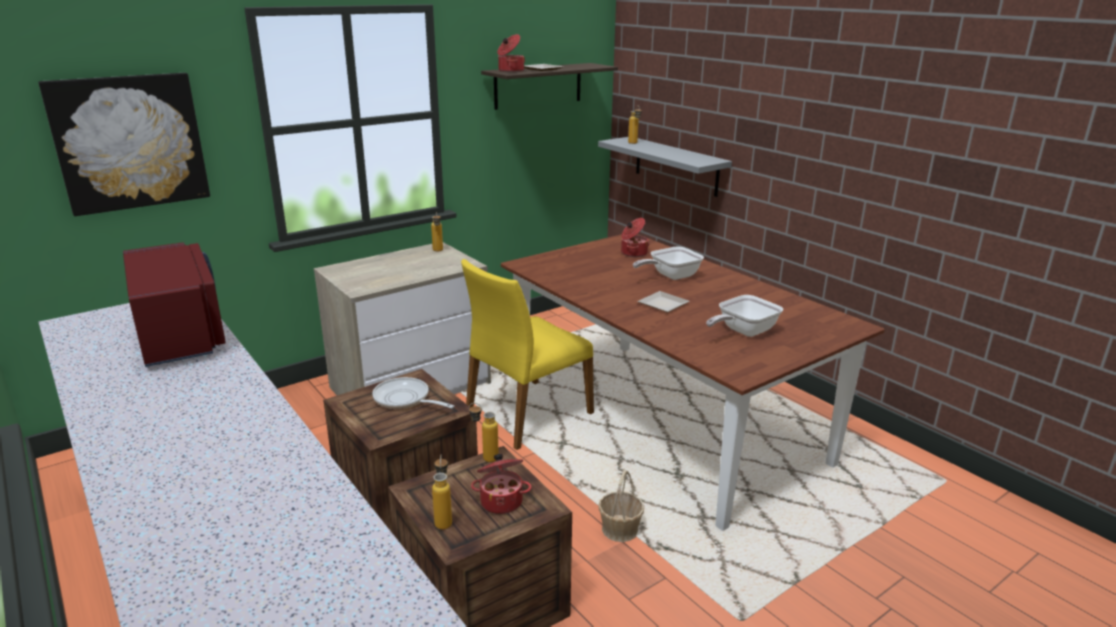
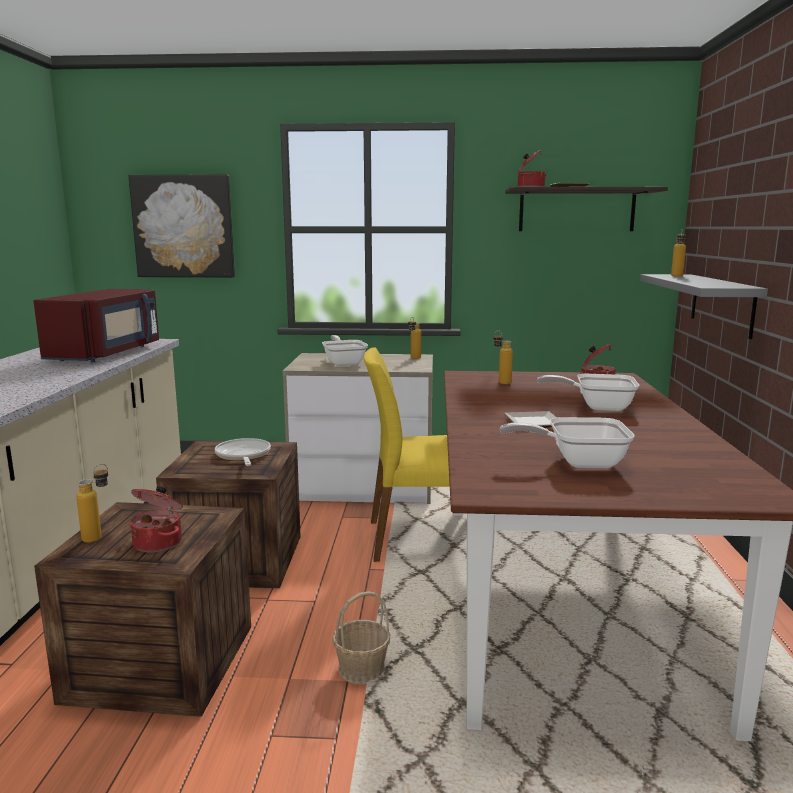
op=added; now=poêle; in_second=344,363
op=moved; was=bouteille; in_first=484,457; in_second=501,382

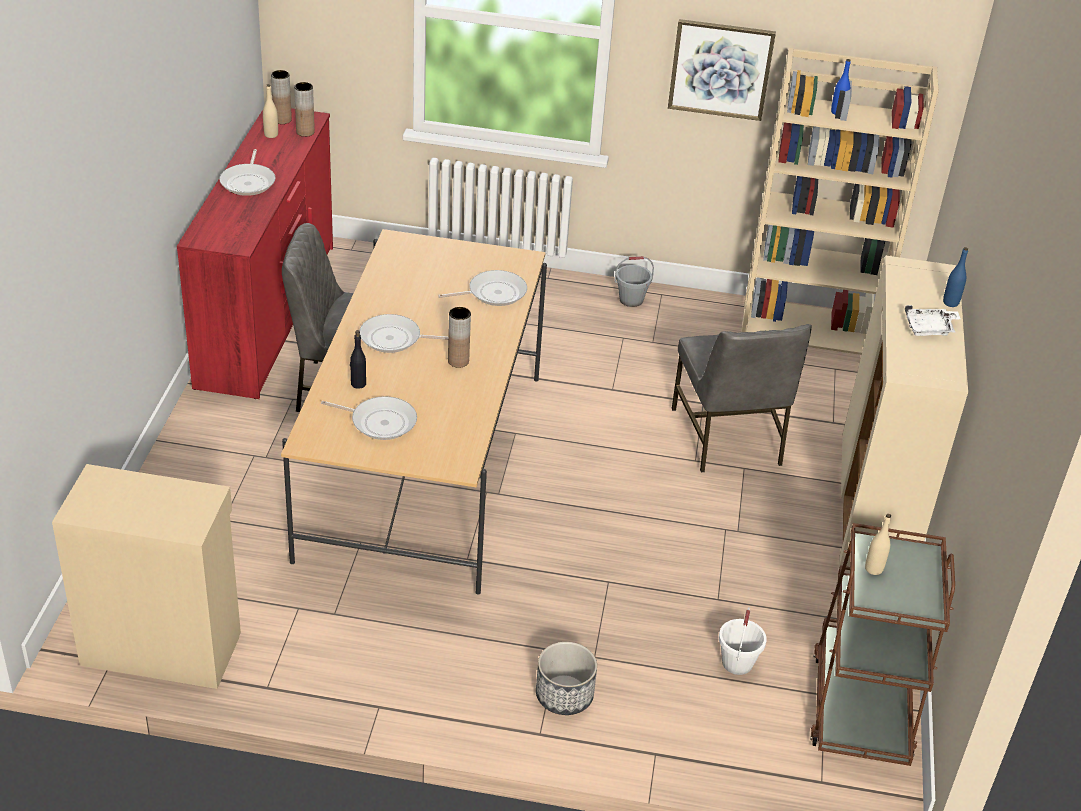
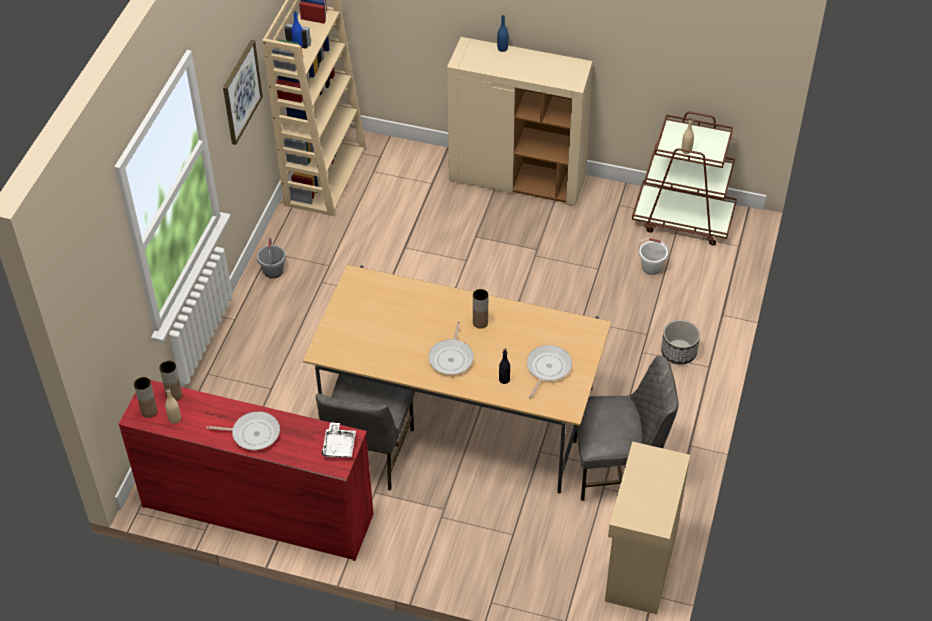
op=moved; was=plateau/blanc; in_first=929,328; in_second=339,445
op=moved; was=chaise/gris; in_first=728,438; in_second=618,468
op=removed; was=poêle; in_first=493,293

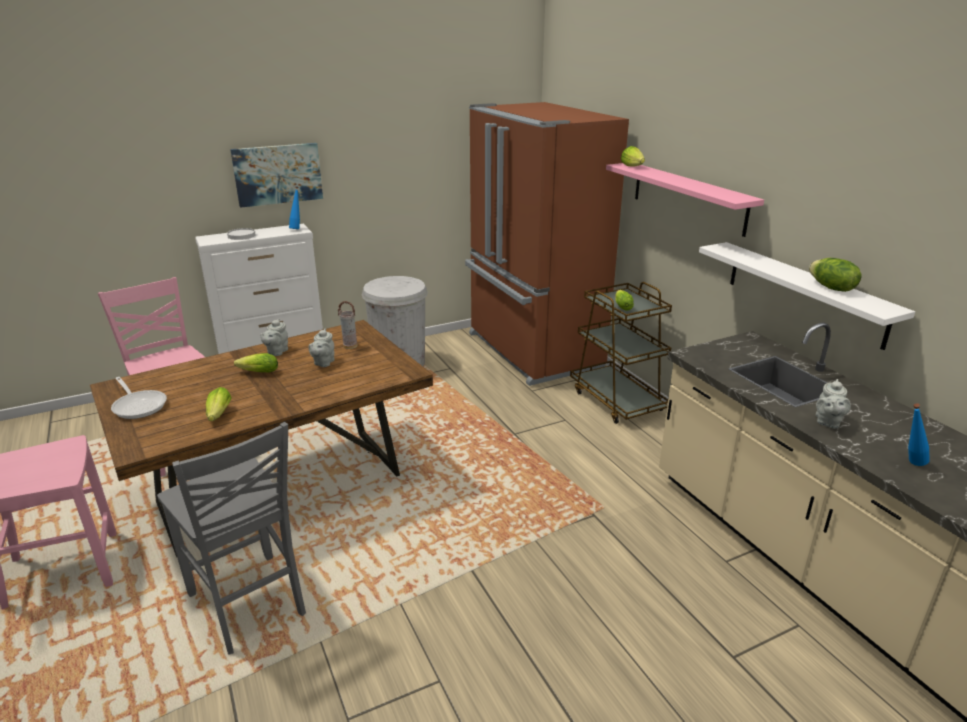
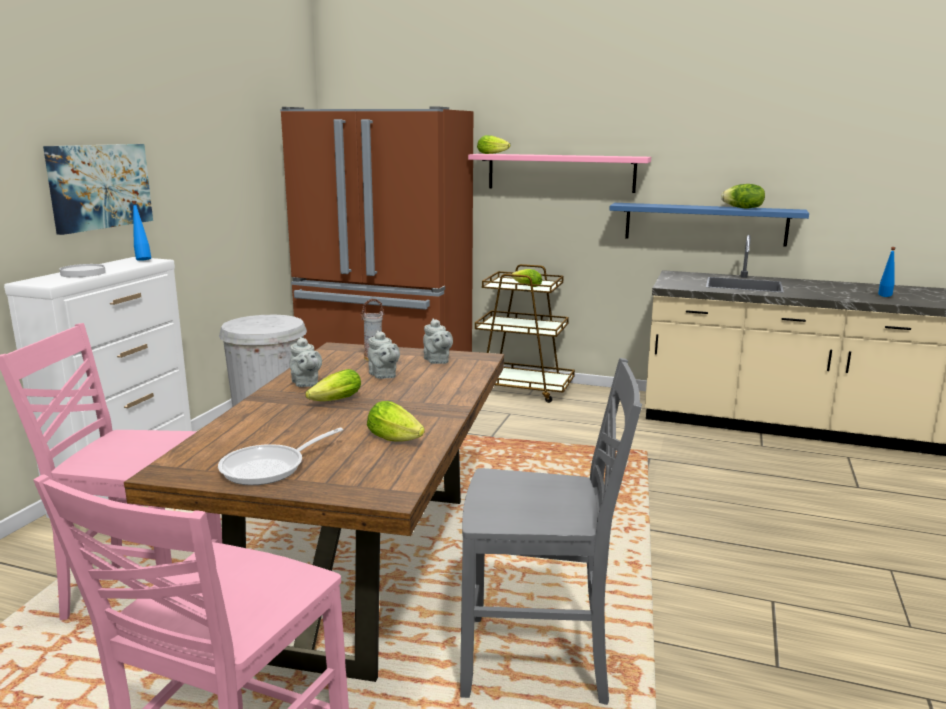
op=turned; was=poêle; in_first=139,405; in_second=270,468; clockwise=135
op=moved; was=théière/gris; in_first=827,422; in_second=437,361
op=recoloured; was=étagère/blanc; now=étagère/bleu; in_first=804,292; in_second=705,224

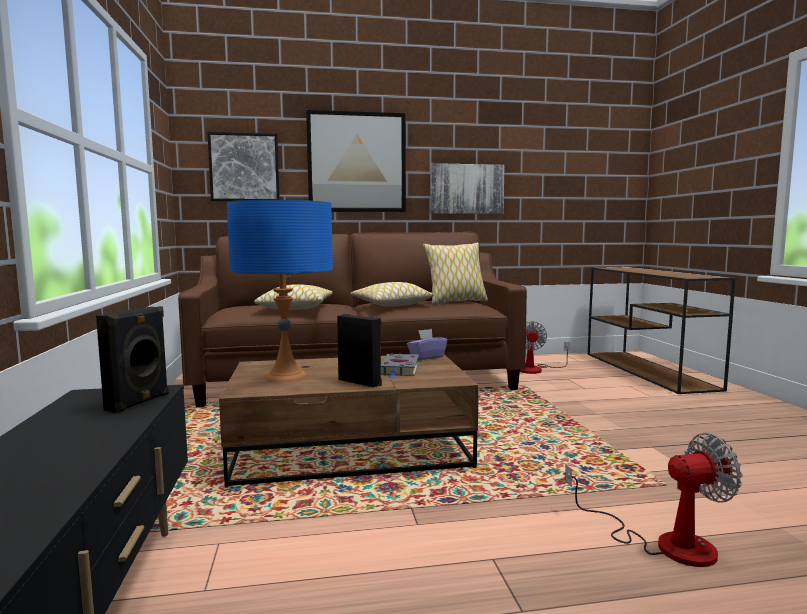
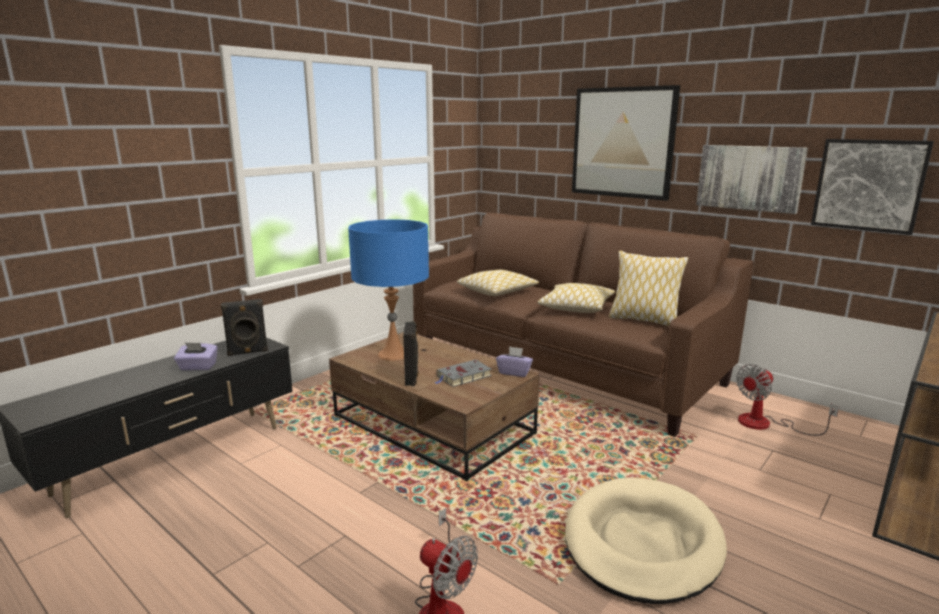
op=added; now=boîte à mouchoirs/violet; in_second=198,367
op=added; now=panier pour chien/beige; in_second=642,543
op=moved; was=tableau; in_first=244,167; in_second=868,185

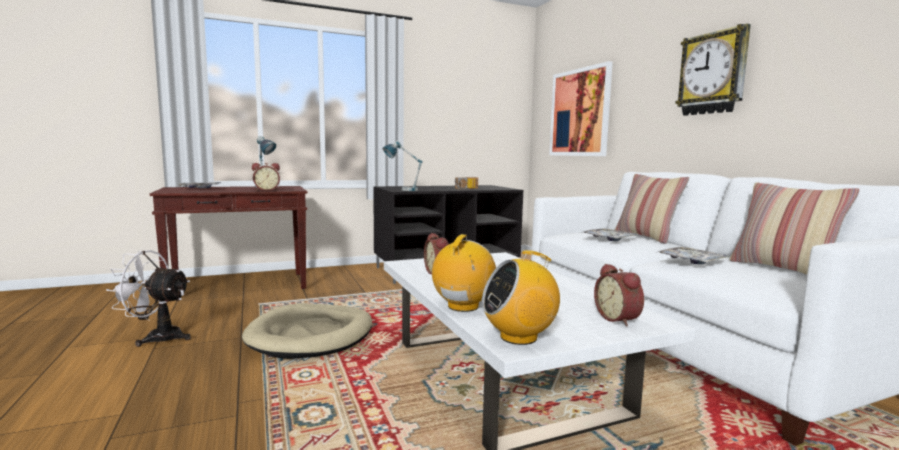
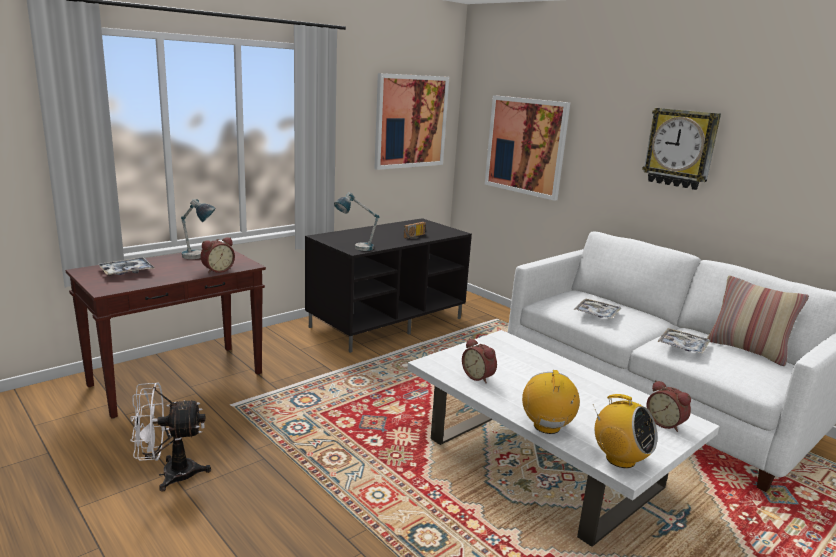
op=added; now=tableau; in_second=411,121
op=turned; was=radio; in_first=519,337; in_second=619,459; clockwise=-105
op=removed; was=panier pour chien/beige; in_first=311,335
op=removed; was=coussin; in_first=646,237

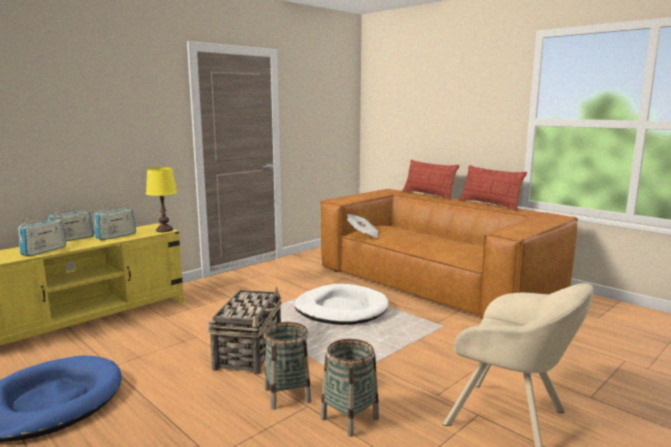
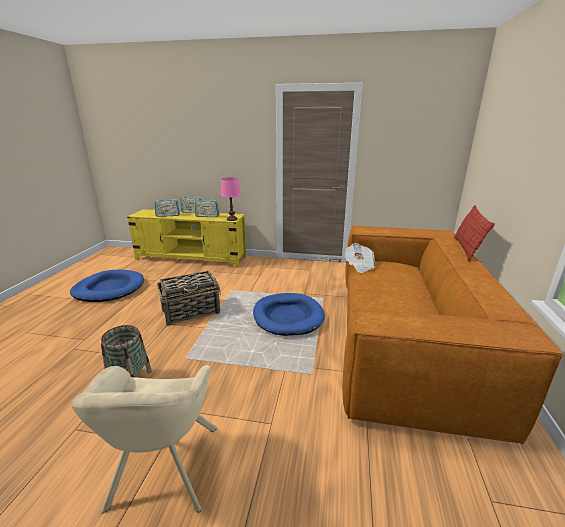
op=recoloured; was=lampe de table/jaune; now=lampe de table/rose; in_first=165,230; in_second=232,219
op=recoloured; was=panier pour chien/blanc; now=panier pour chien/bleu; in_first=341,309; in_second=288,316
op=removed; was=panier; in_first=287,395
op=removed; was=coussin; in_first=489,204

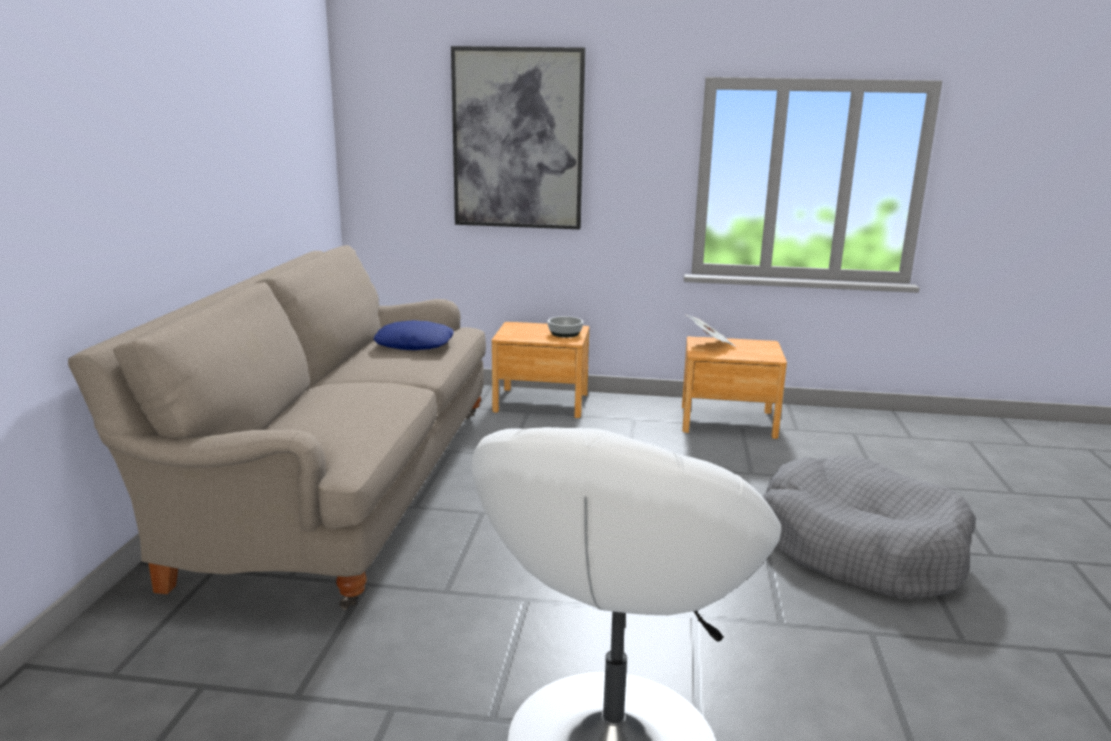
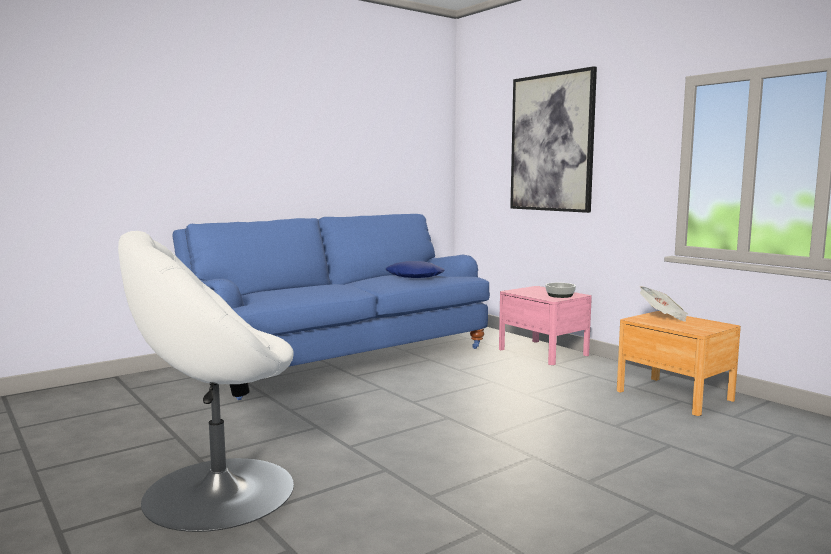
op=recoloured; was=canapé/beige; now=canapé/bleu; in_first=340,486; in_second=341,358
op=recoloured; was=table de chevet/marron; now=table de chevet/rose; in_first=541,402; in_second=543,352
op=removed; was=panier pour chien/gris; in_first=859,547

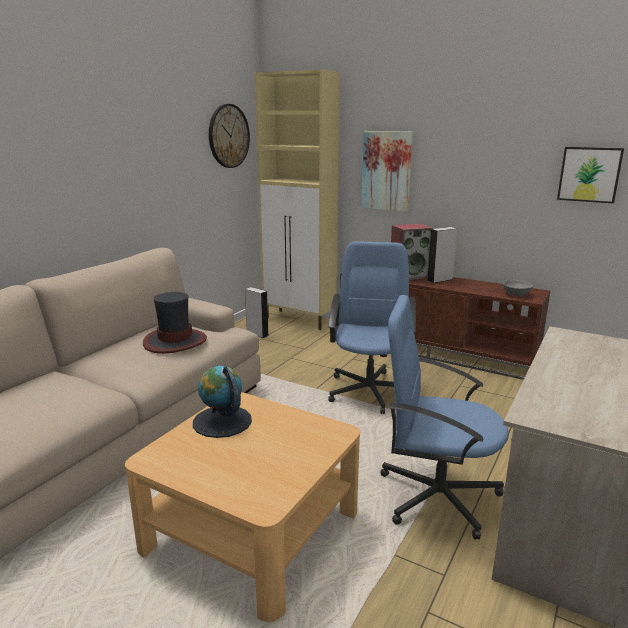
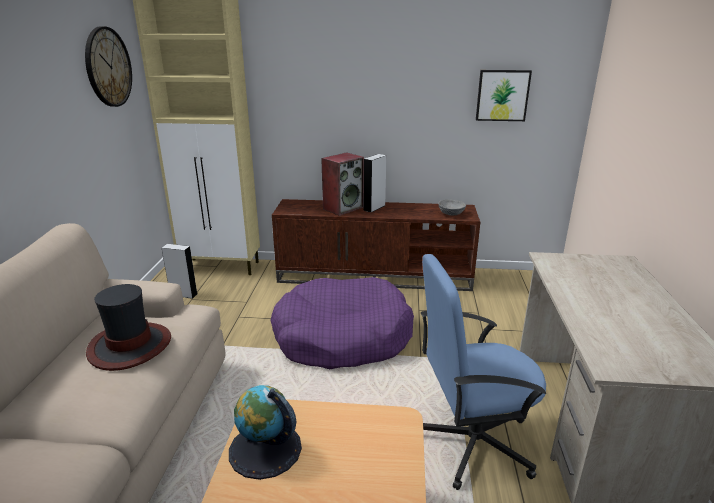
op=replaced; was=chaise de bureau/bleu; now=panier pour chien/violet; in_first=370,390; in_second=342,337
op=removed; was=tableau; in_first=386,171

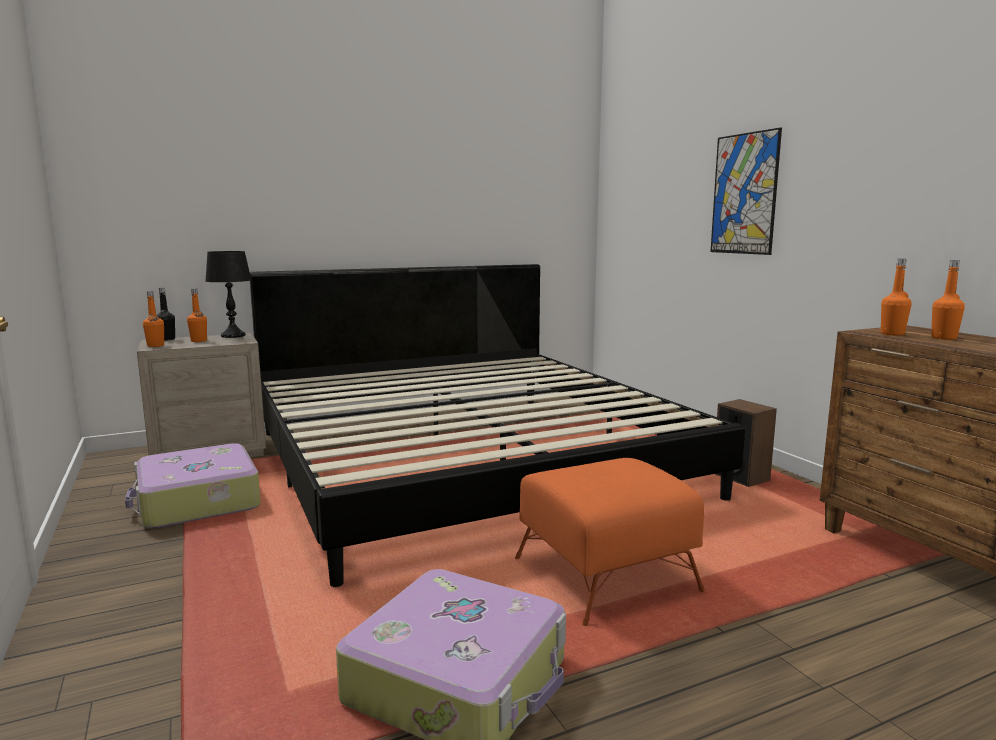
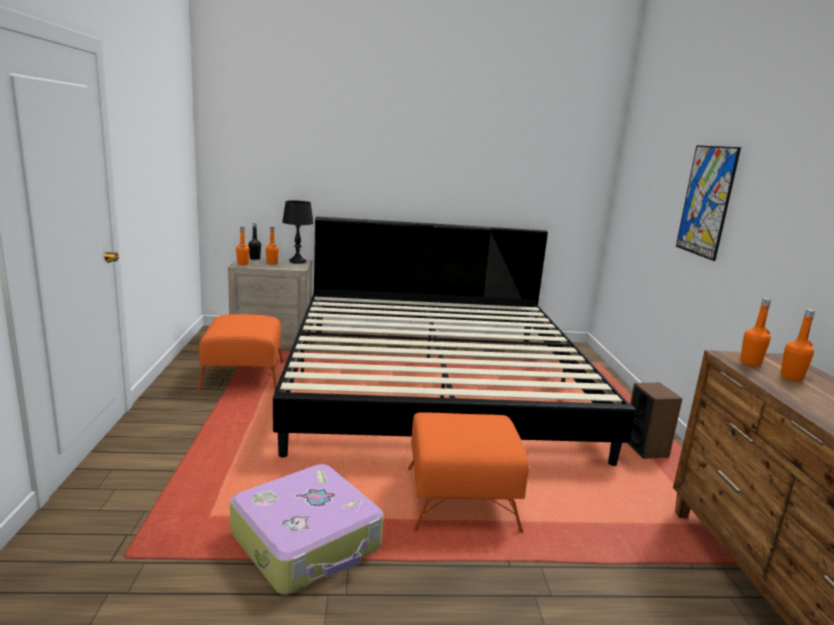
op=replaced; was=valise; now=pouf/orange; in_first=197,502; in_second=242,376

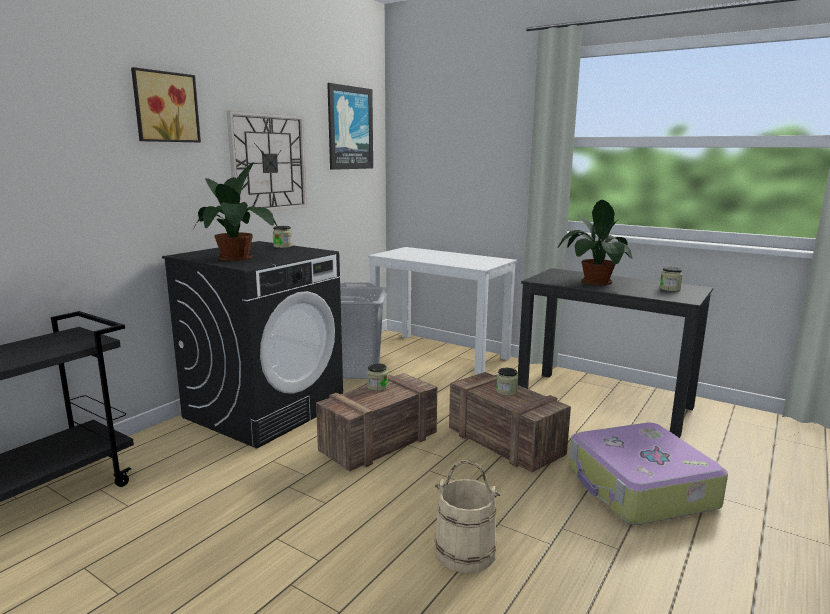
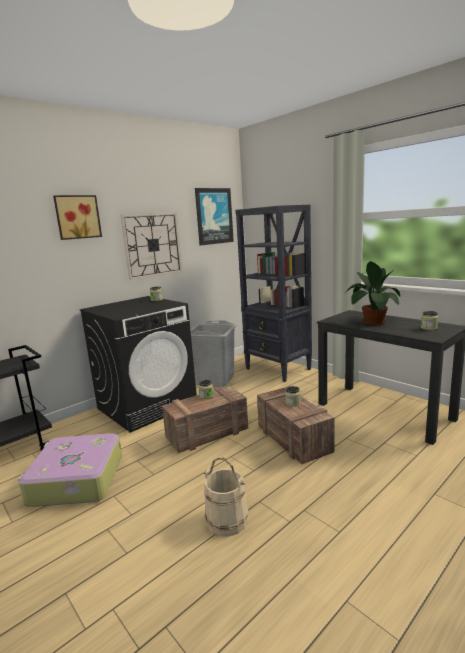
op=moved; was=valise; in_first=639,489; in_second=76,480
op=replaced; was=bureau/blanc; now=bibliothèque/noir; in_first=440,354; in_second=278,369
op=removed; was=plante en pot; in_first=237,258

